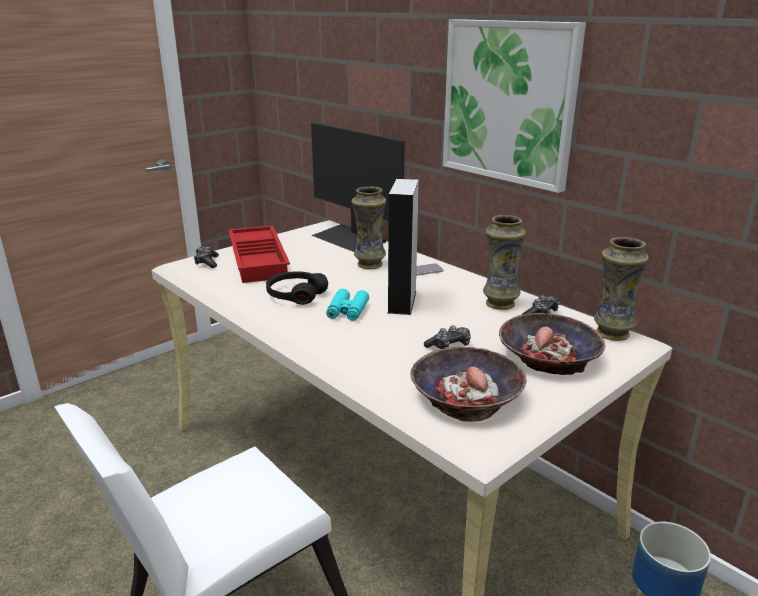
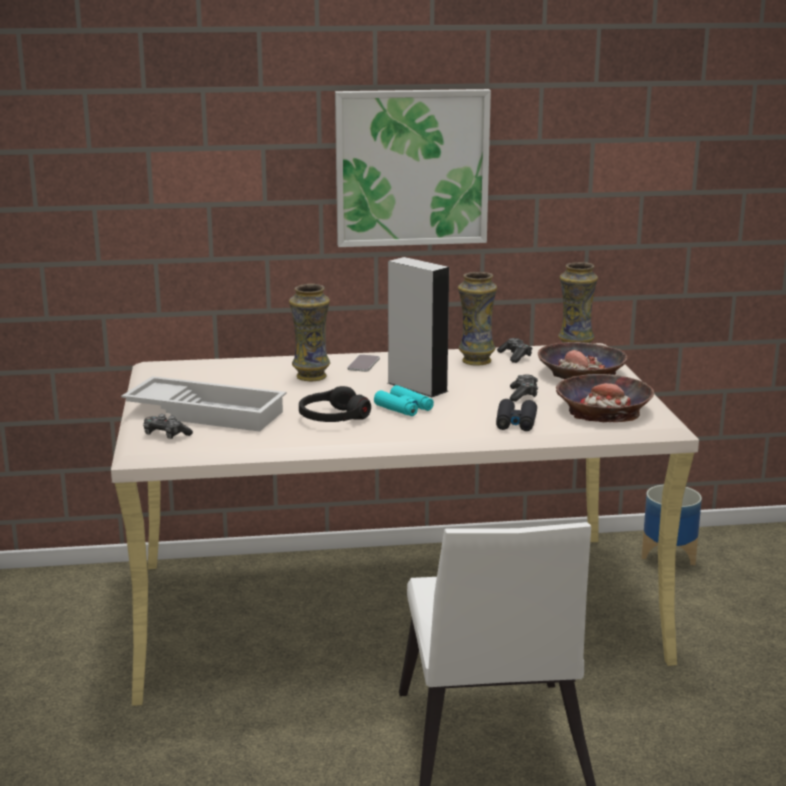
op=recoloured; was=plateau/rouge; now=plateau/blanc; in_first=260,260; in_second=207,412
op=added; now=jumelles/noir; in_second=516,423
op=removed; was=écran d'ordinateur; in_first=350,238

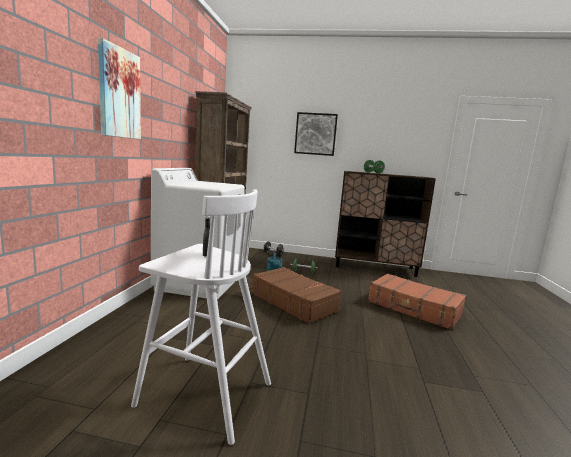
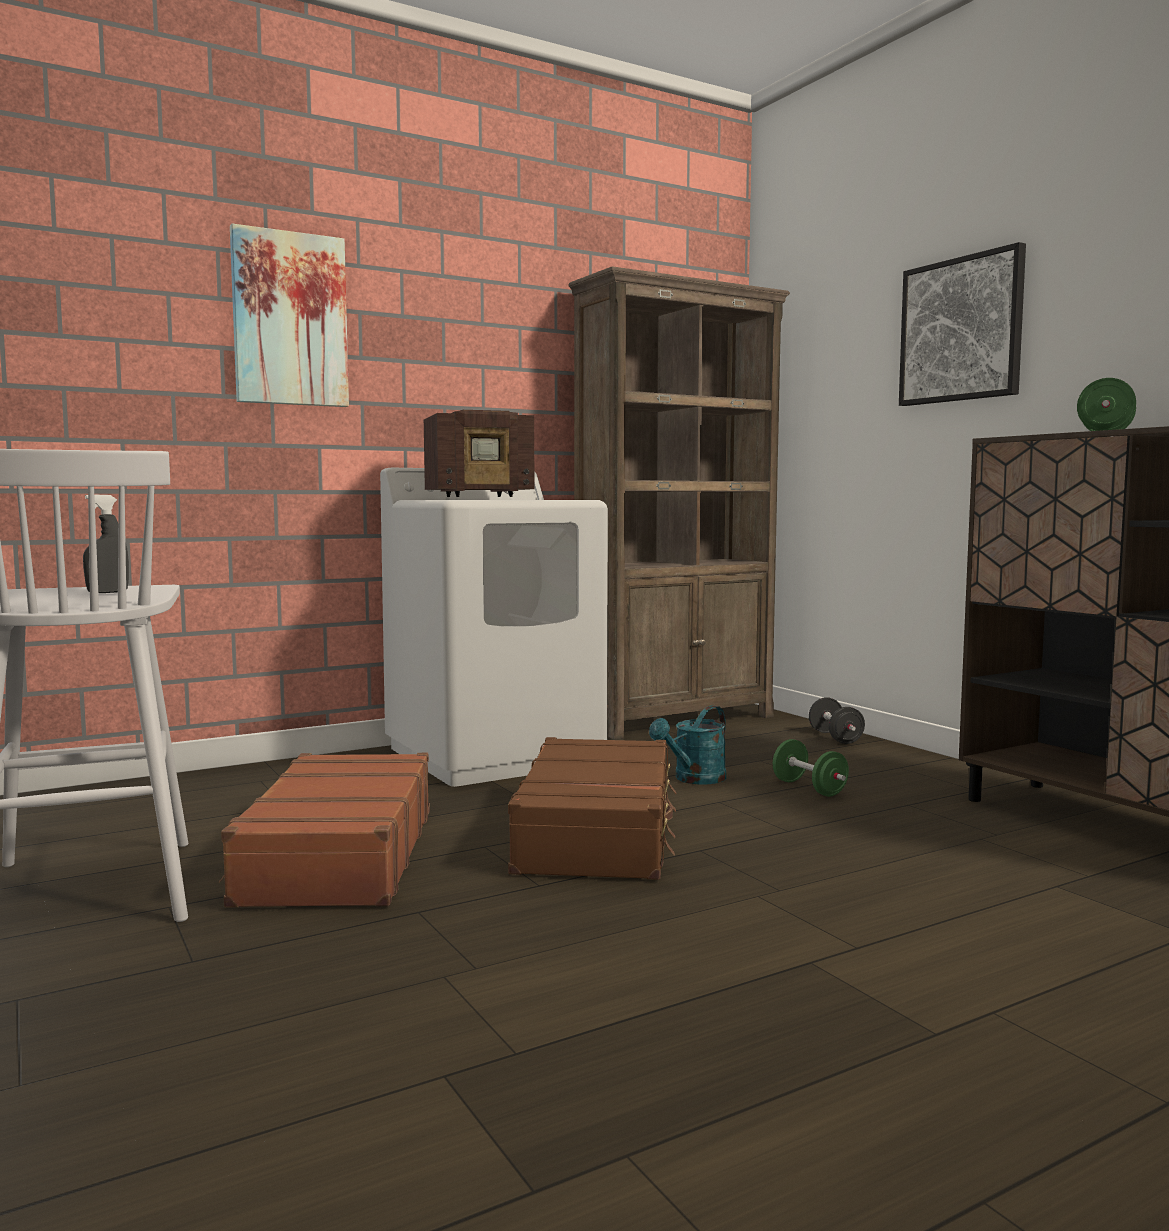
op=moved; was=valise/marron; in_first=413,308; in_second=337,856
op=added; now=radio; in_second=480,497

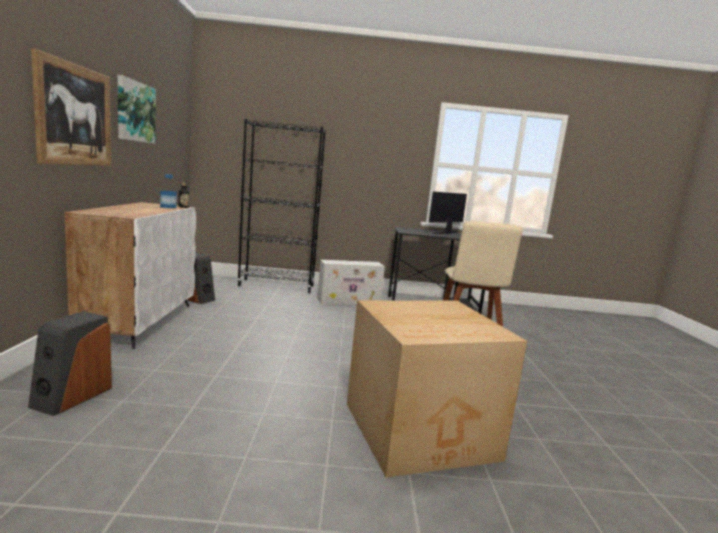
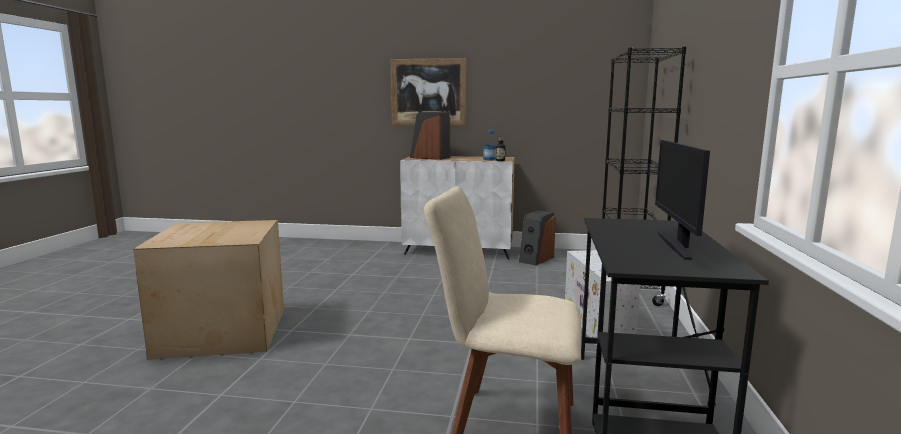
op=moved; was=enceinte; in_first=71,396; in_second=430,158
op=turned; was=écran d'ordinateur; in_first=446,233; in_second=676,245; clockwise=-135
op=removed; was=tableau; in_first=135,111

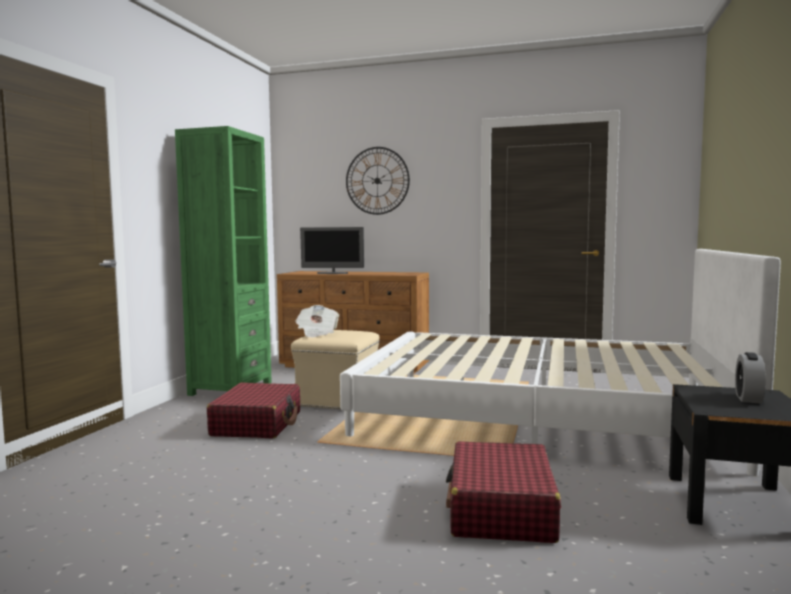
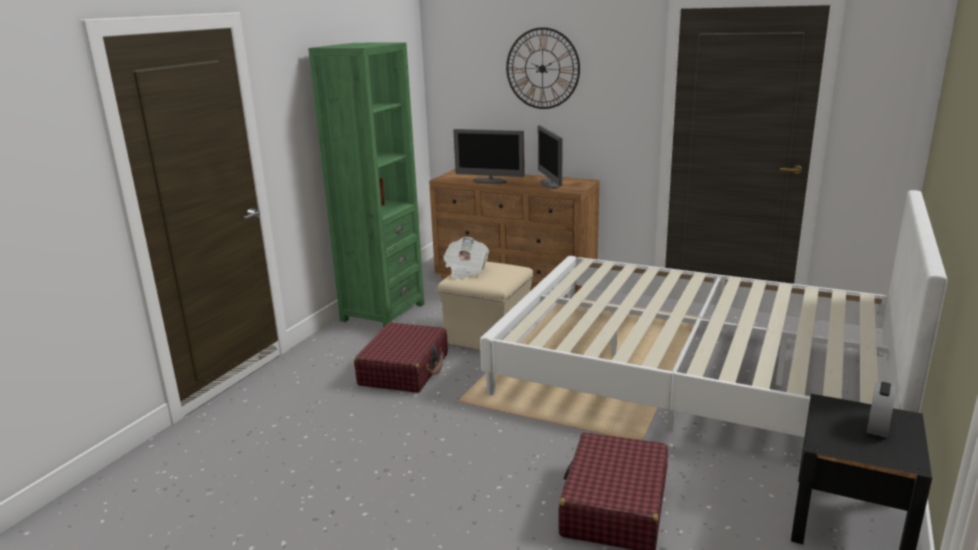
op=added; now=écran d'ordinateur; in_second=550,184

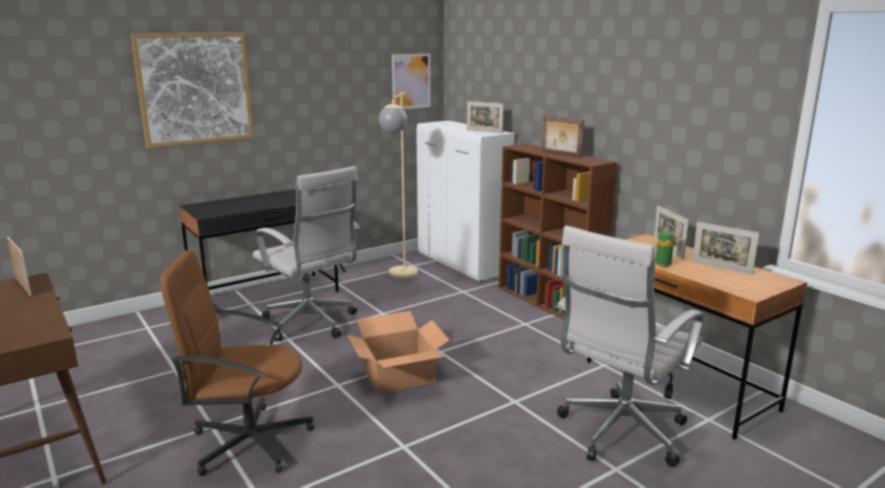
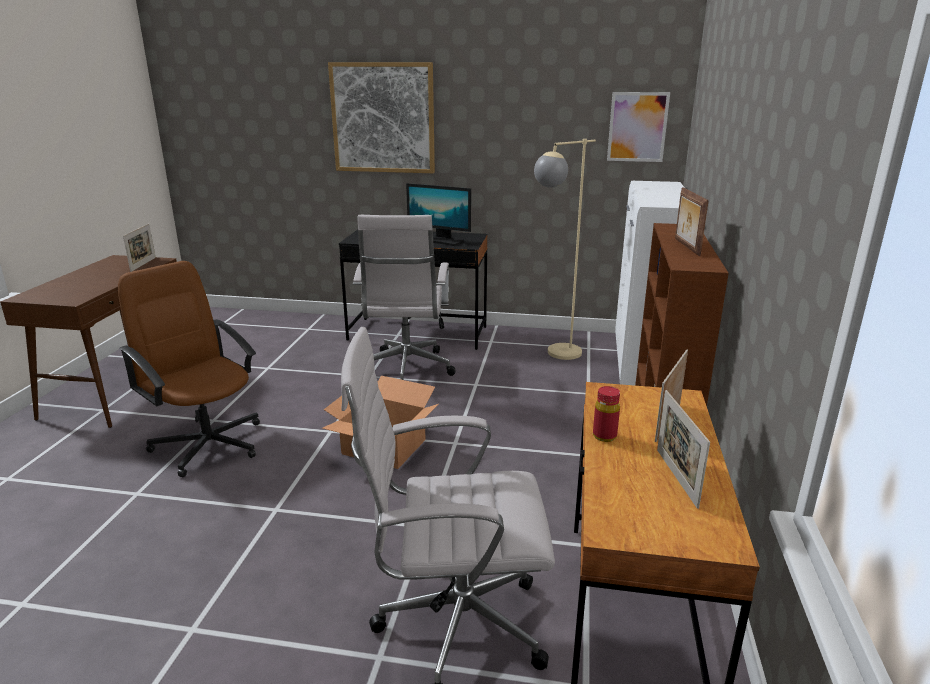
op=added; now=écran d'ordinateur; in_second=439,241
op=recoloured; was=bouteille/vert; now=bouteille/rouge; in_first=663,264; in_second=604,436
op=removed; was=cadre photo; in_first=484,131

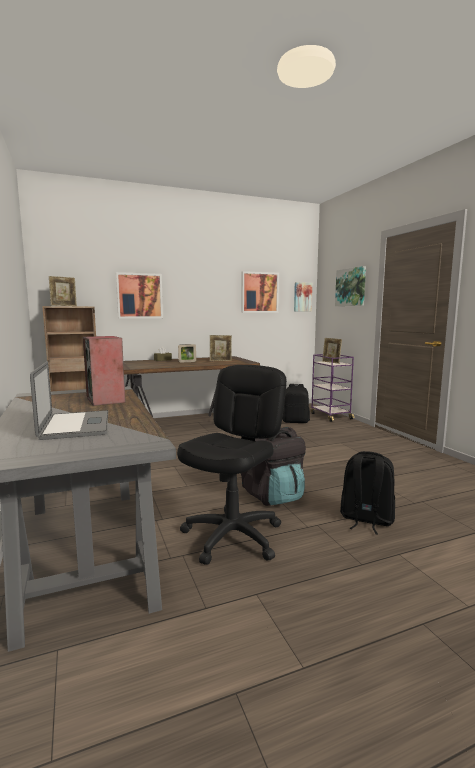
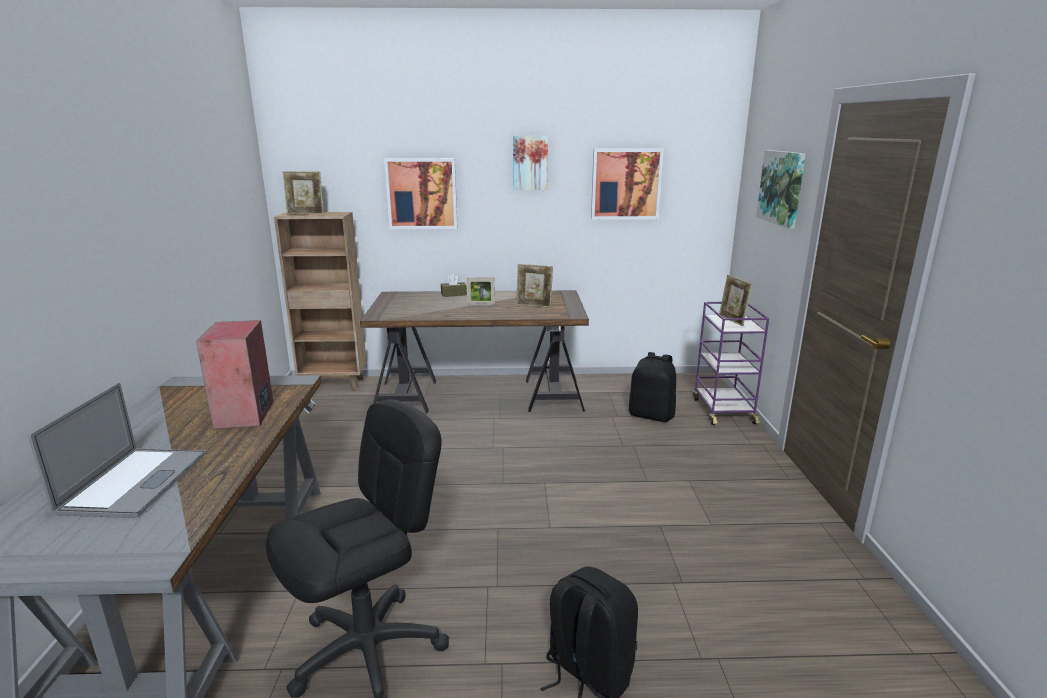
op=moved; was=tableau; in_first=302,297; in_second=530,163
op=removed; was=sac à dos/noir; in_first=272,495

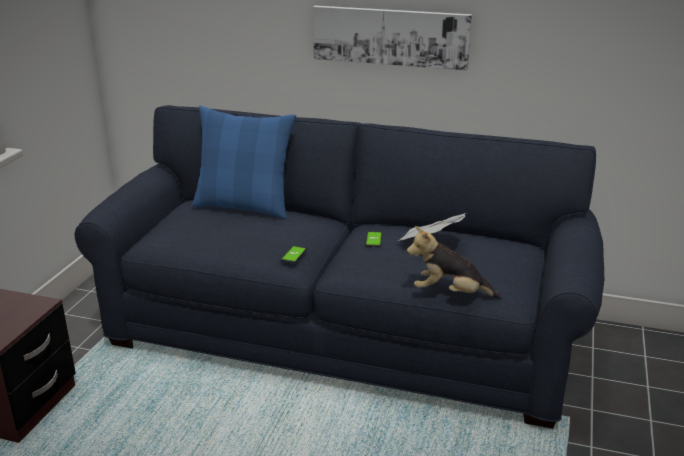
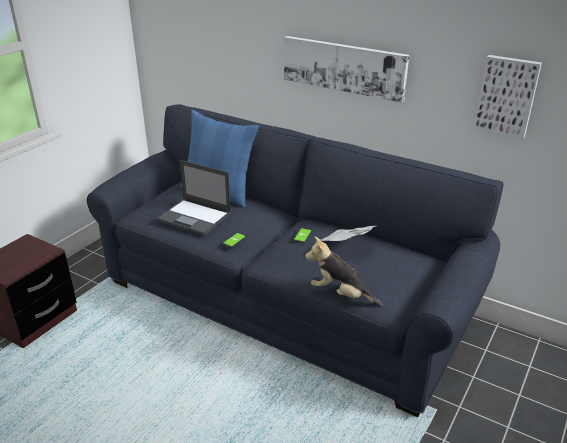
op=added; now=ordinateur portable; in_second=195,217
op=added; now=tableau; in_second=507,96

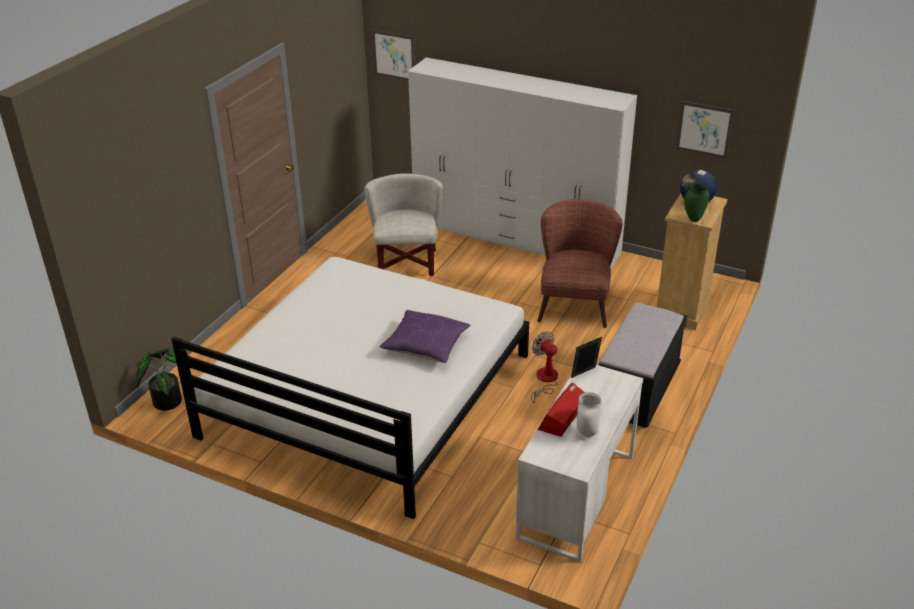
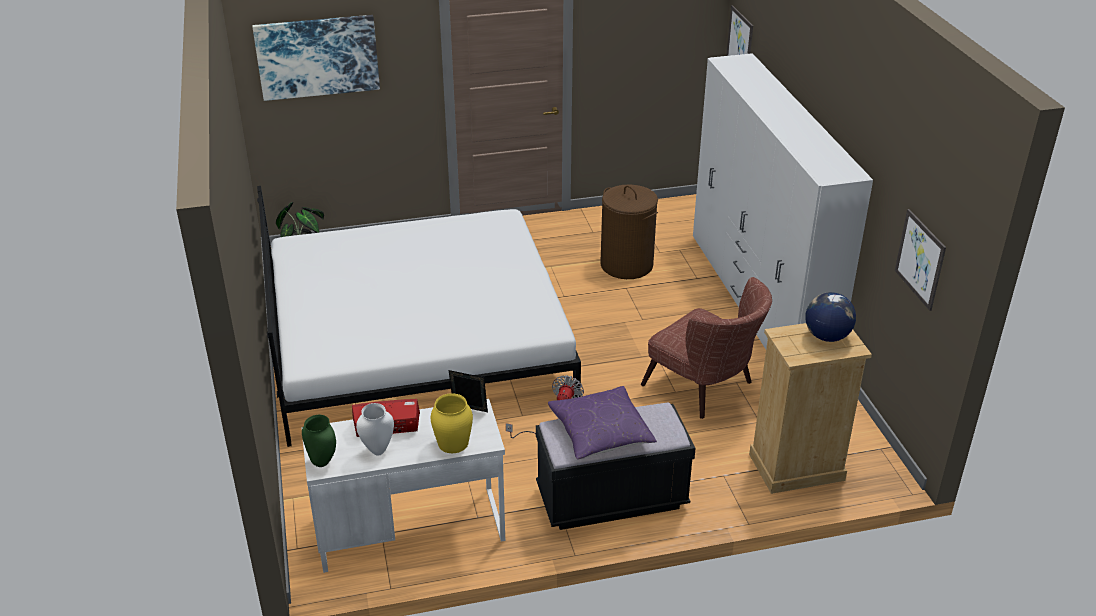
op=added; now=tableau; in_second=317,57
op=moved; was=vase/vert; in_first=694,219; in_second=322,463
op=added; now=vase/jaune; in_second=452,442
op=moved; was=coussin/violet; in_first=426,345; in_second=600,433
op=replaced; was=fauteuil/blanc; now=panier à linge/marron; in_first=407,263; in_second=627,265
op=turned; was=fauteuil/marron; in_first=575,302; in_second=705,389; clockwise=75

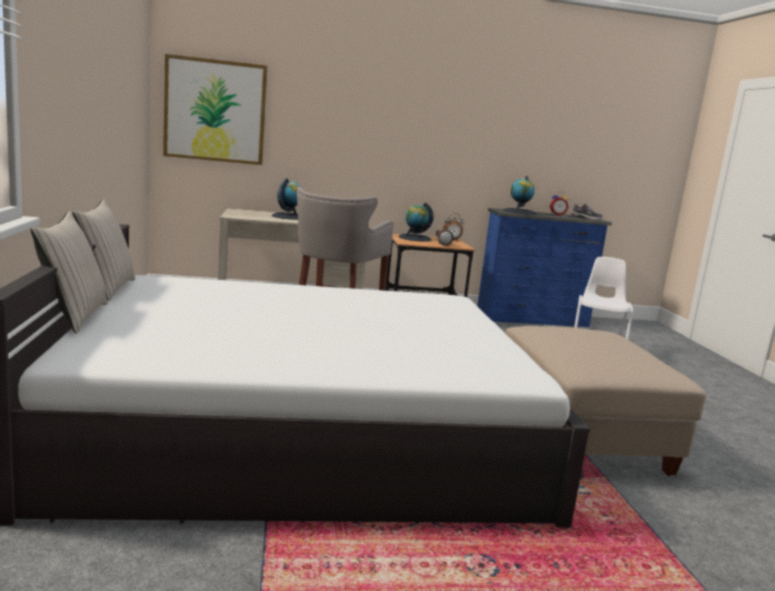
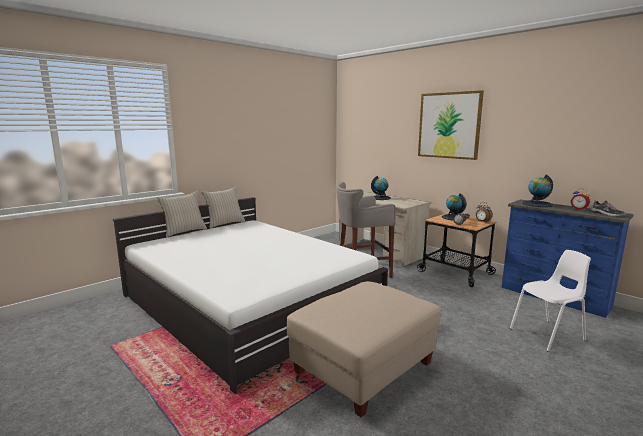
op=moved; was=tableau; in_first=215,111; in_second=449,125

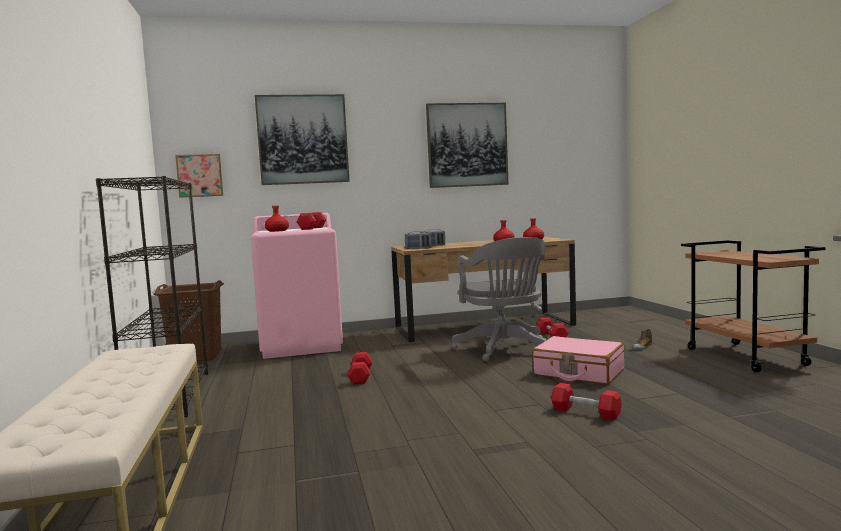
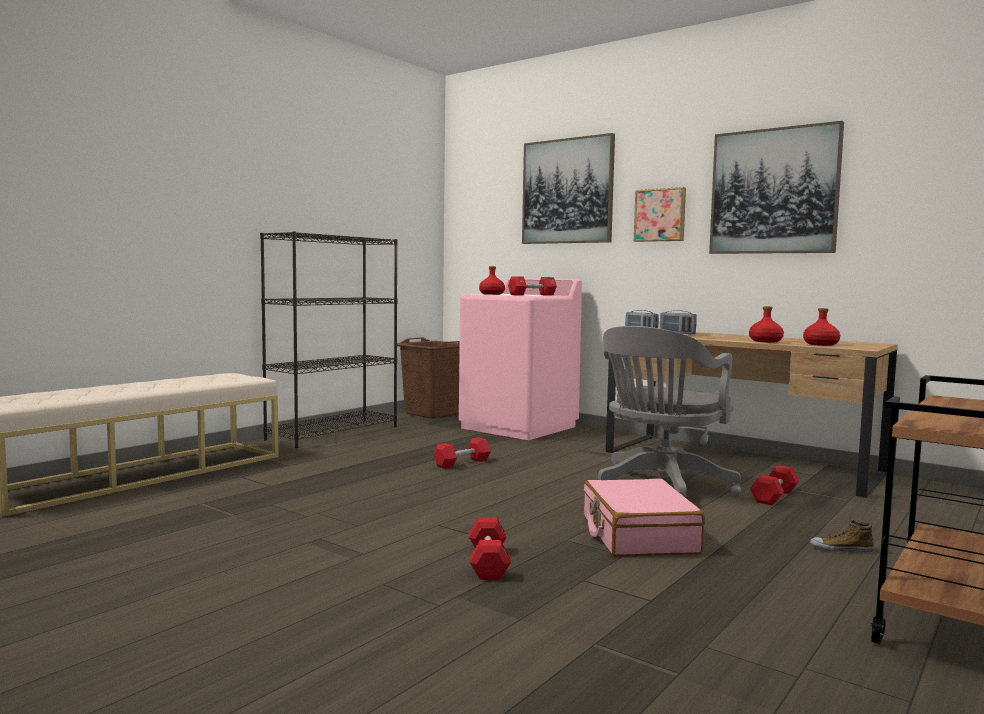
op=moved; was=tableau; in_first=200,175; in_second=660,215

